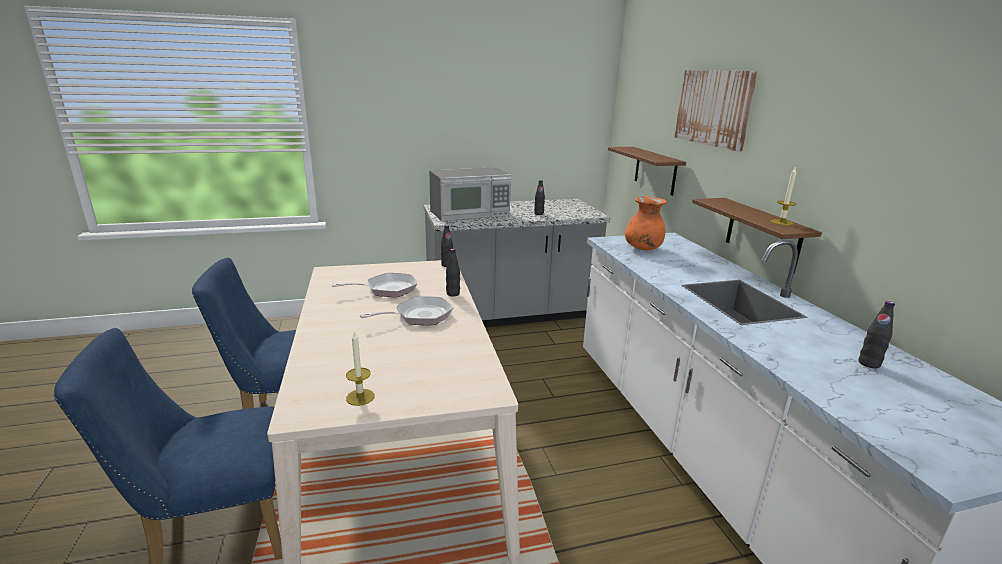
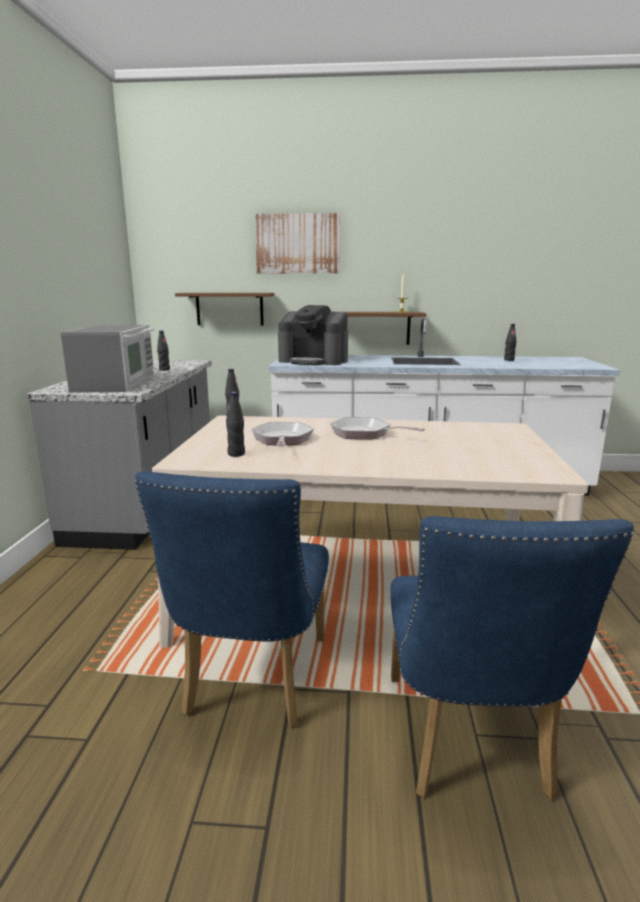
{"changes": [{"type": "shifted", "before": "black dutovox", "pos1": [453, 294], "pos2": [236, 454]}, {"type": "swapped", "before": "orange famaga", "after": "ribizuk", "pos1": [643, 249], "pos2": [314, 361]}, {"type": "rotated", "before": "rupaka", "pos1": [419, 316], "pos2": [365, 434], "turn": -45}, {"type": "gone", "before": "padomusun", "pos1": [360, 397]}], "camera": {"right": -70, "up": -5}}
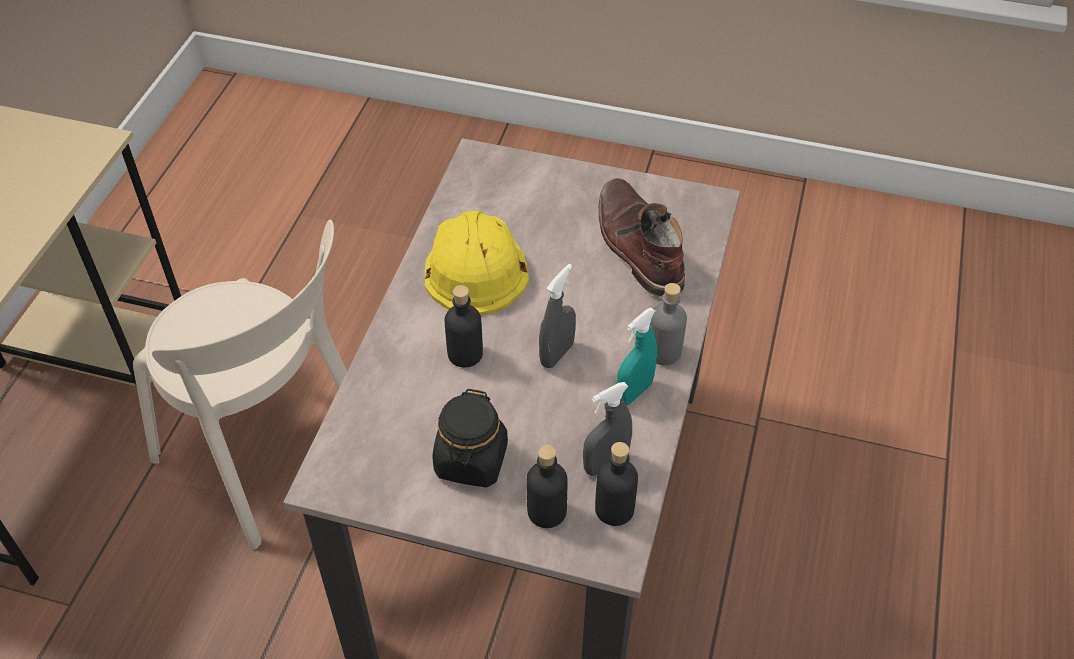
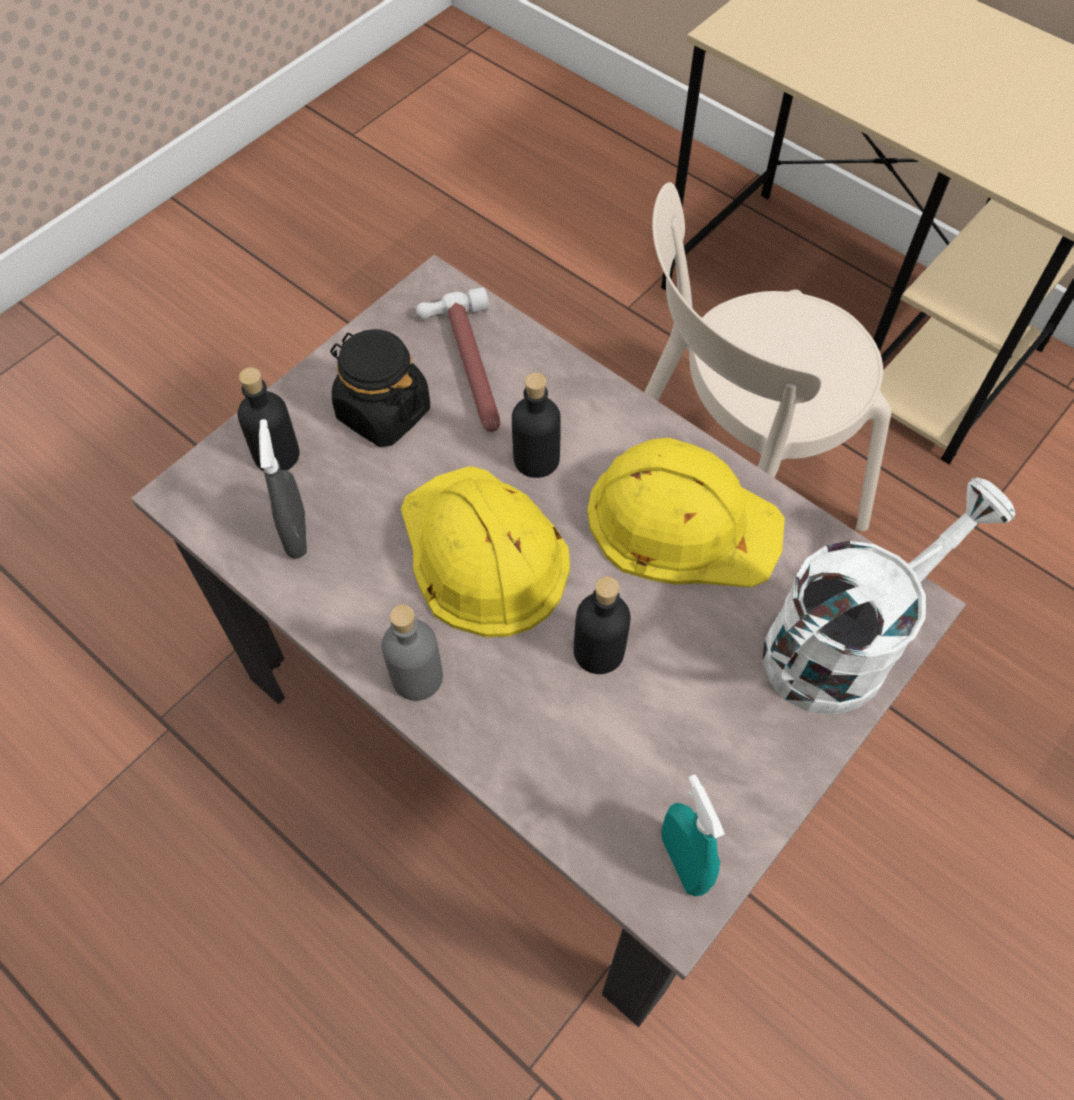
{"changes": [{"type": "swapped", "before": "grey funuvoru", "after": "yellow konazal", "pos1": [557, 354], "pos2": [482, 552]}, {"type": "new", "after": "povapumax", "pos2": [469, 369]}, {"type": "shifted", "before": "black dutovox", "pos1": [614, 509], "pos2": [599, 651]}, {"type": "shifted", "before": "turquoise funuvoru", "pos1": [634, 392], "pos2": [683, 862]}, {"type": "new", "after": "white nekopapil", "pos2": [844, 642]}, {"type": "gone", "before": "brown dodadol", "pos1": [637, 246]}], "camera": {"right": 115, "up": 10}}
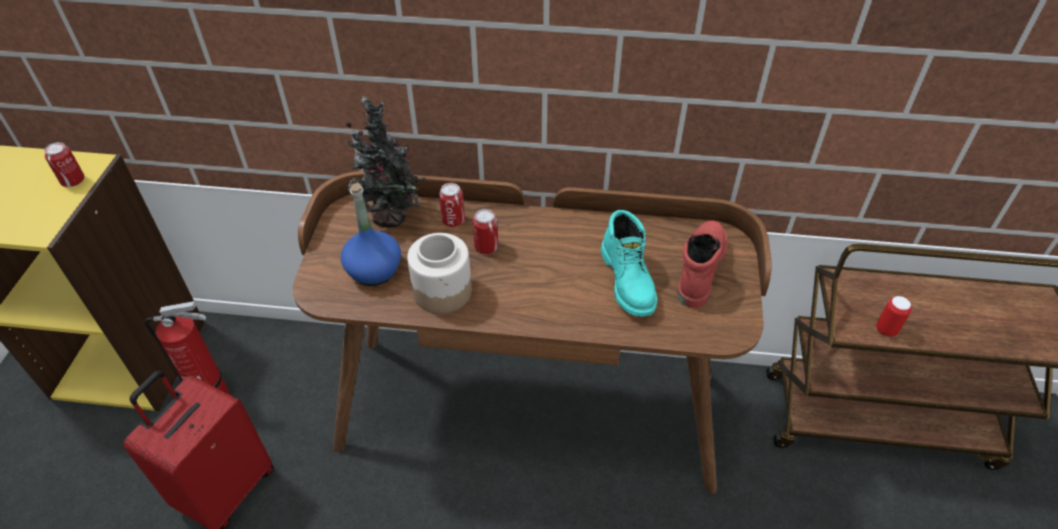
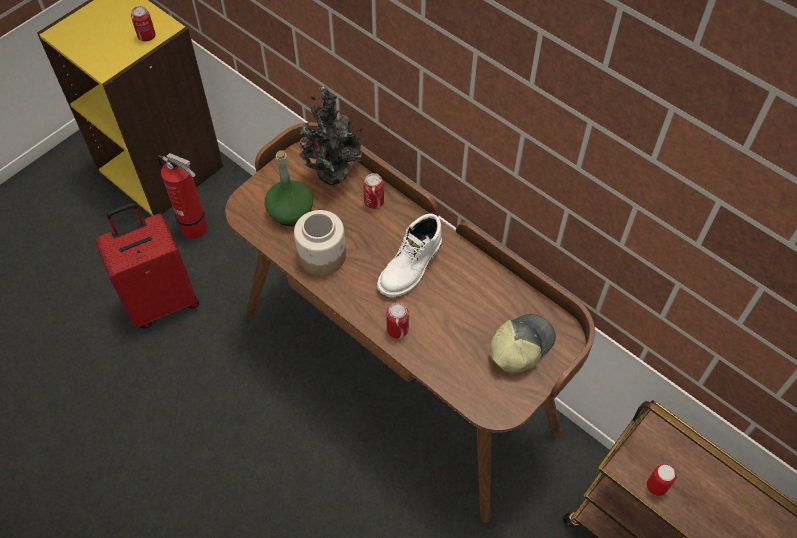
{"changes": [{"type": "repainted", "before": "blue dutovox", "after": "green dutovox", "pos1": [374, 270], "pos2": [290, 212]}, {"type": "new", "after": "white dodadol", "pos2": [411, 268]}, {"type": "shifted", "before": "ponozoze", "pos1": [486, 247], "pos2": [397, 330]}, {"type": "swapped", "before": "red dodadol", "after": "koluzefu", "pos1": [698, 268], "pos2": [519, 346]}, {"type": "gone", "before": "turquoise dodadol", "pos1": [628, 281]}], "camera": {"right": 35, "up": 10}}
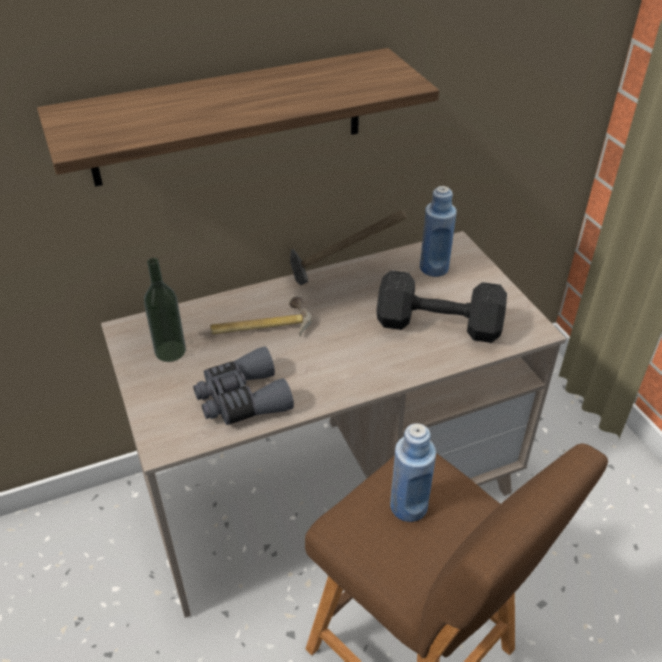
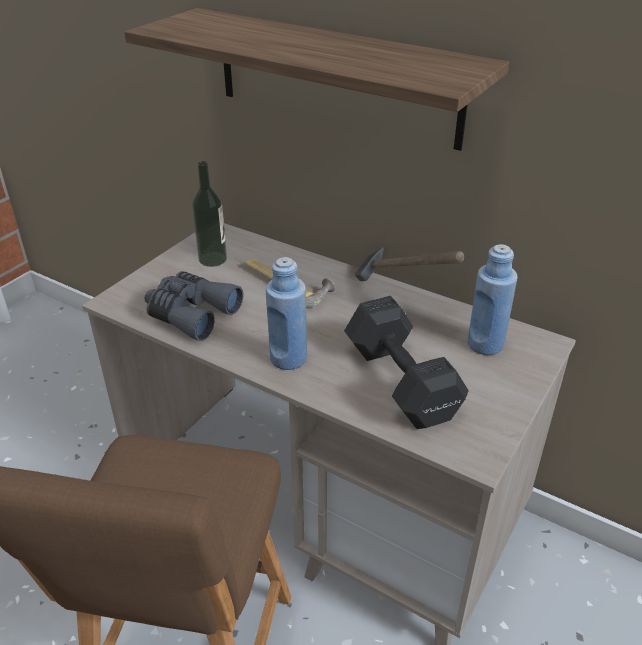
{"changes": [{"type": "shifted", "before": "blue dutovox", "pos1": [408, 506], "pos2": [288, 358]}], "camera": {"right": 55, "up": -5}}
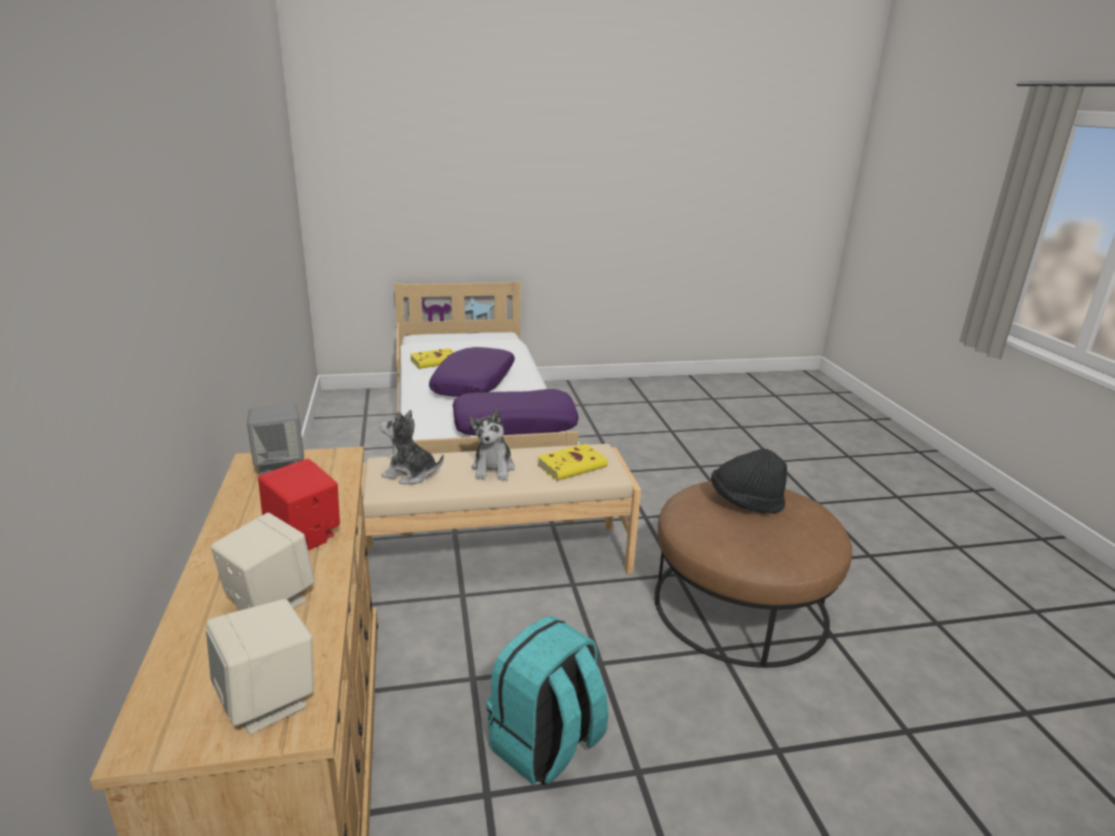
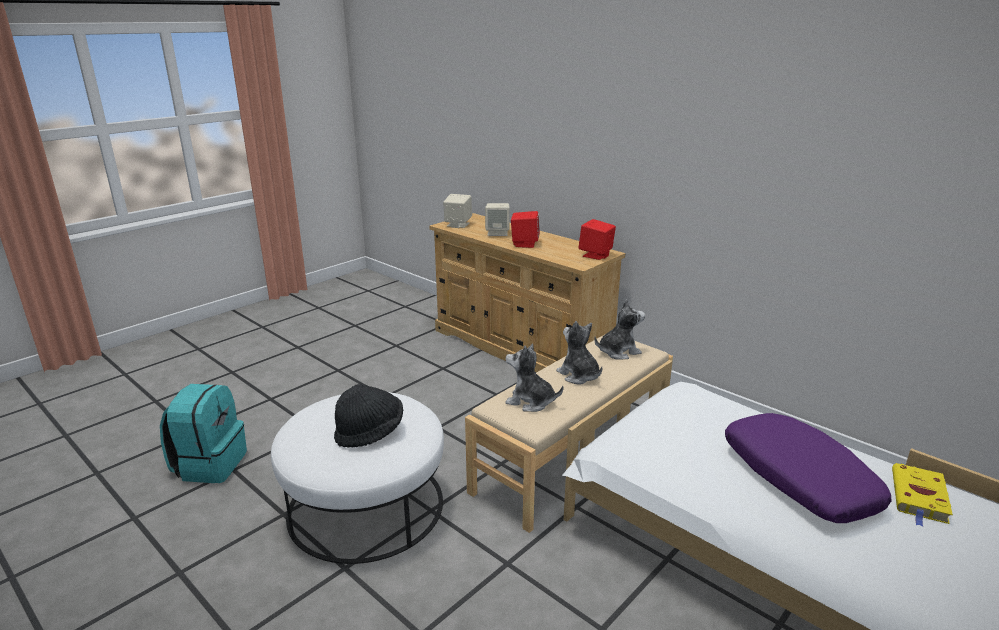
{"changes": [{"type": "shifted", "before": "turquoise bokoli", "pos1": [546, 746], "pos2": [210, 464]}, {"type": "repainted", "before": "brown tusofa", "after": "white tusofa", "pos1": [740, 605], "pos2": [365, 506]}, {"type": "swapped", "before": "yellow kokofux", "after": "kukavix", "pos1": [573, 466], "pos2": [530, 402]}, {"type": "repainted", "before": "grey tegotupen", "after": "red tegotupen", "pos1": [280, 464], "pos2": [596, 255]}, {"type": "gone", "before": "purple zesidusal", "pos1": [515, 425]}], "camera": {"right": 145, "up": 0}}
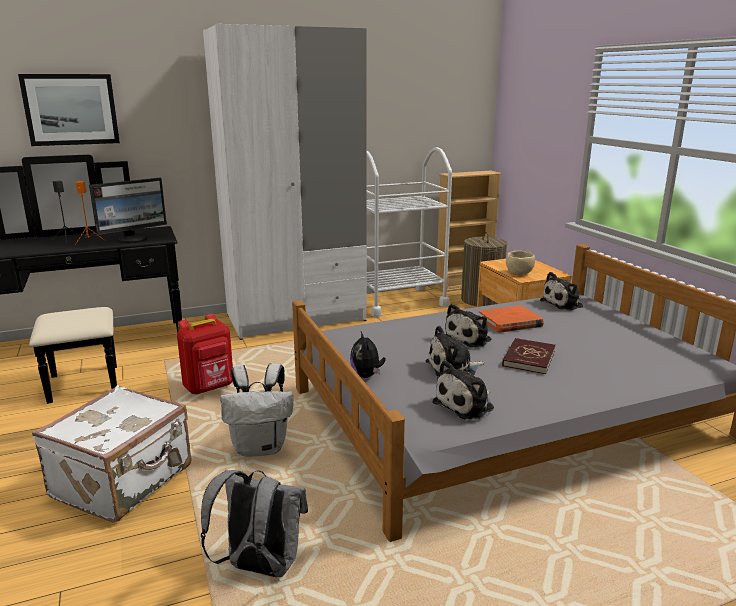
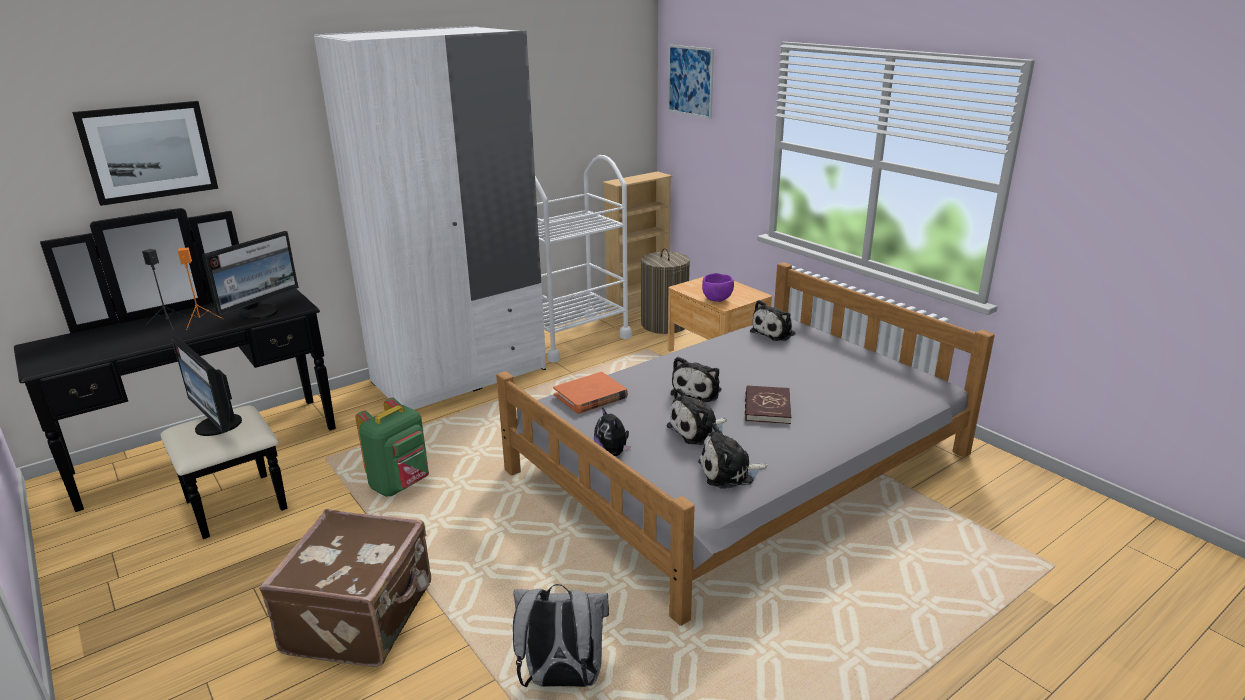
{"changes": [{"type": "new", "after": "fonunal", "pos2": [217, 426]}, {"type": "repainted", "before": "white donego", "after": "brown donego", "pos1": [124, 481], "pos2": [362, 618]}, {"type": "repainted", "before": "red bokoli", "after": "green bokoli", "pos1": [209, 388], "pos2": [401, 485]}, {"type": "shifted", "before": "orange kokofux", "pos1": [510, 322], "pos2": [590, 396]}, {"type": "new", "after": "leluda", "pos2": [690, 81]}, {"type": "rotated", "before": "kukavix", "pos1": [466, 405], "pos2": [729, 472], "turn": 45}, {"type": "repainted", "before": "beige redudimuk", "after": "purple redudimuk", "pos1": [519, 273], "pos2": [717, 299]}, {"type": "gone", "before": "white bokoli", "pos1": [261, 447]}], "camera": {"right": -15, "up": 5}}
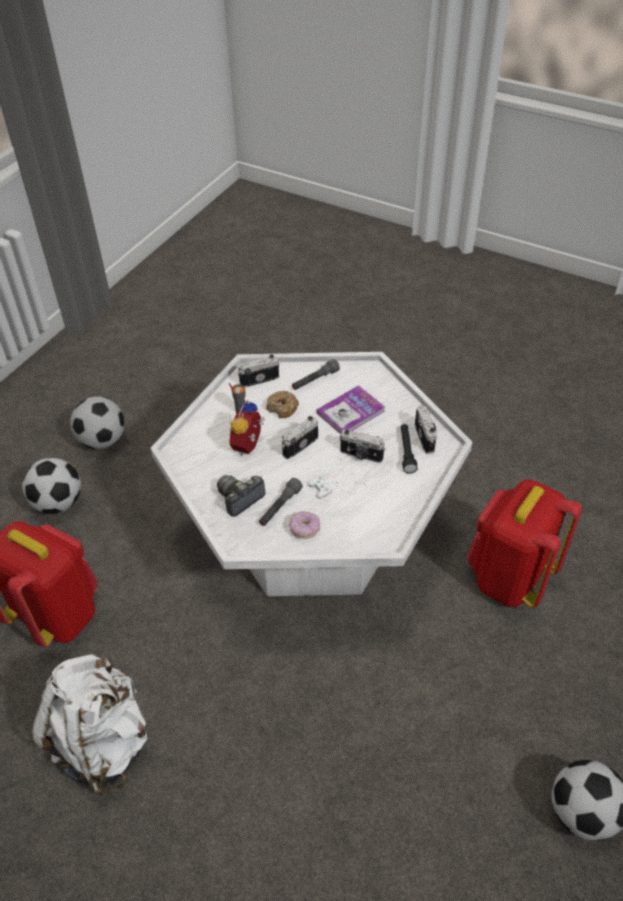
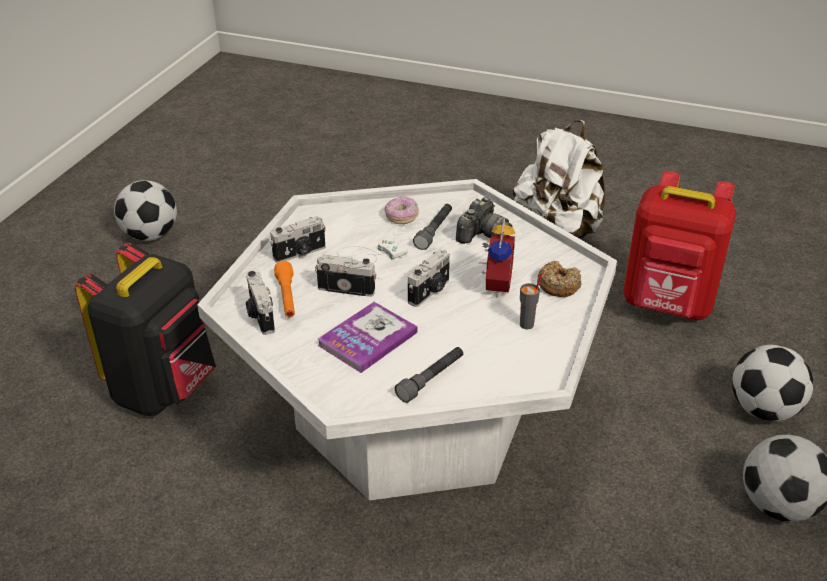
{"changes": [{"type": "repainted", "before": "red bokoli", "after": "black bokoli", "pos1": [509, 578], "pos2": [164, 389]}, {"type": "shifted", "before": "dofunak", "pos1": [259, 379], "pos2": [300, 253]}, {"type": "repainted", "before": "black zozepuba", "after": "orange zozepuba", "pos1": [406, 452], "pos2": [287, 297]}, {"type": "shifted", "before": "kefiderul", "pos1": [282, 408], "pos2": [558, 285]}], "camera": {"right": 170, "up": -10}}
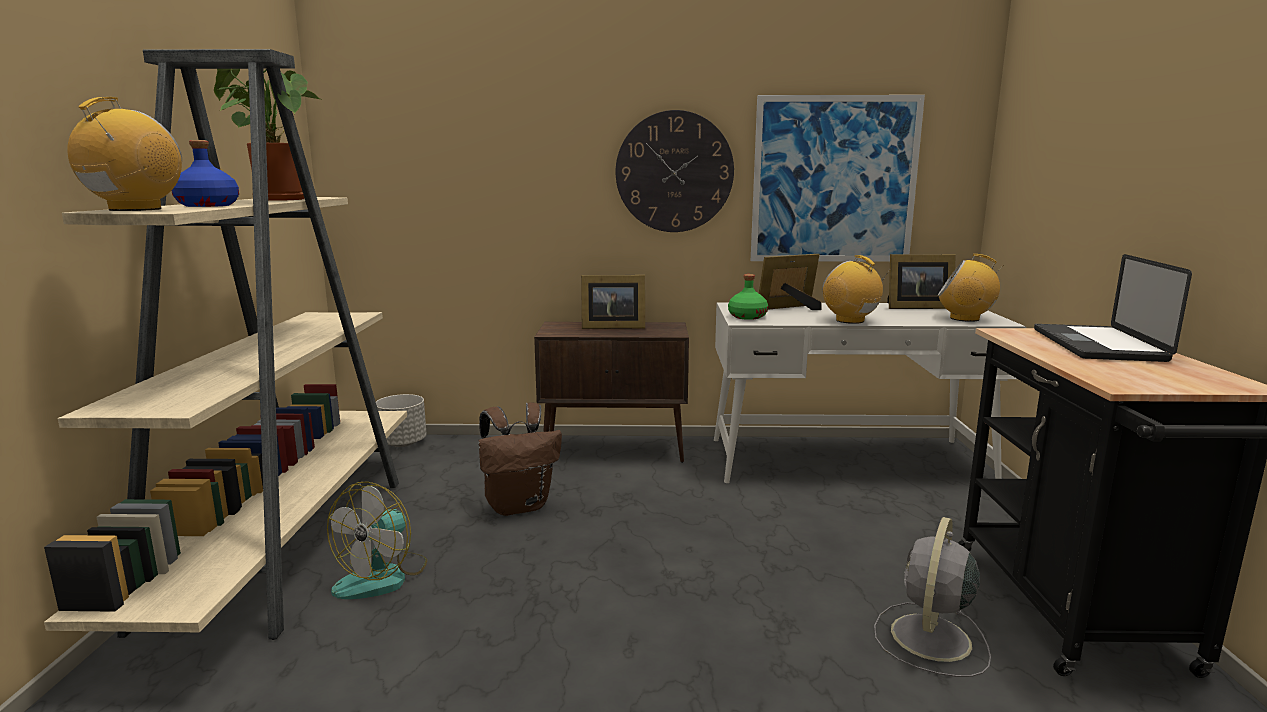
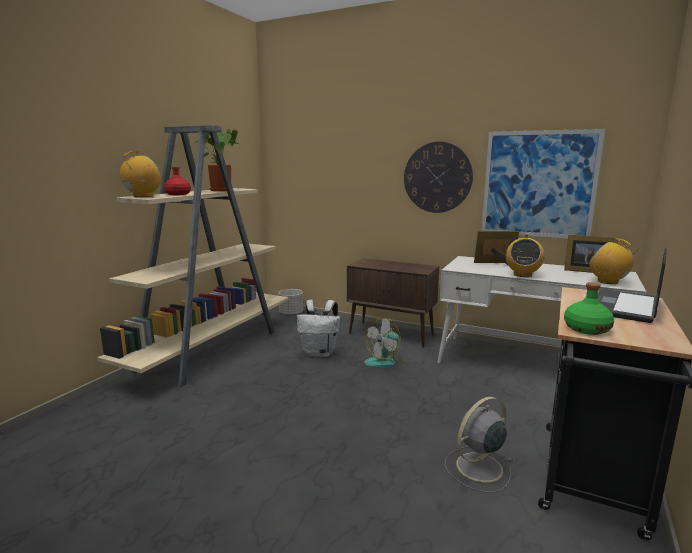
{"changes": [{"type": "repainted", "before": "blue dutovox", "after": "red dutovox", "pos1": [207, 205], "pos2": [177, 194]}, {"type": "repainted", "before": "brown bokoli", "after": "white bokoli", "pos1": [519, 505], "pos2": [320, 353]}, {"type": "shifted", "before": "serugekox", "pos1": [382, 576], "pos2": [385, 361]}, {"type": "rotated", "before": "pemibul", "pos1": [850, 320], "pos2": [522, 275], "turn": -150}, {"type": "shifted", "before": "green dutovox", "pos1": [747, 316], "pos2": [586, 329]}, {"type": "gone", "before": "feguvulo", "pos1": [611, 327]}], "camera": {"right": 25, "up": 0}}
